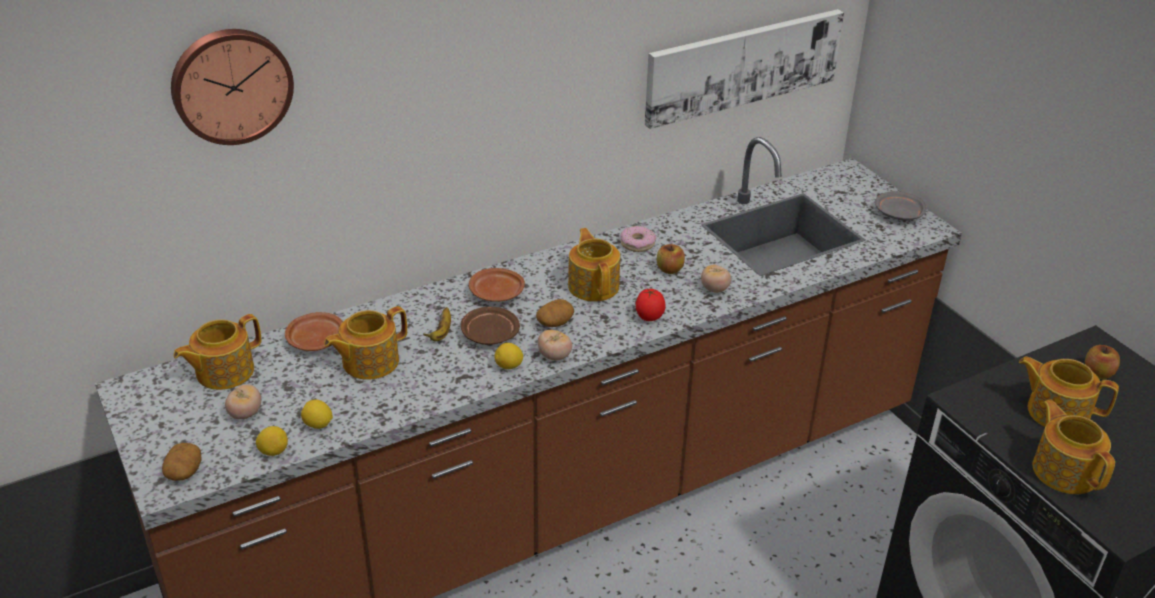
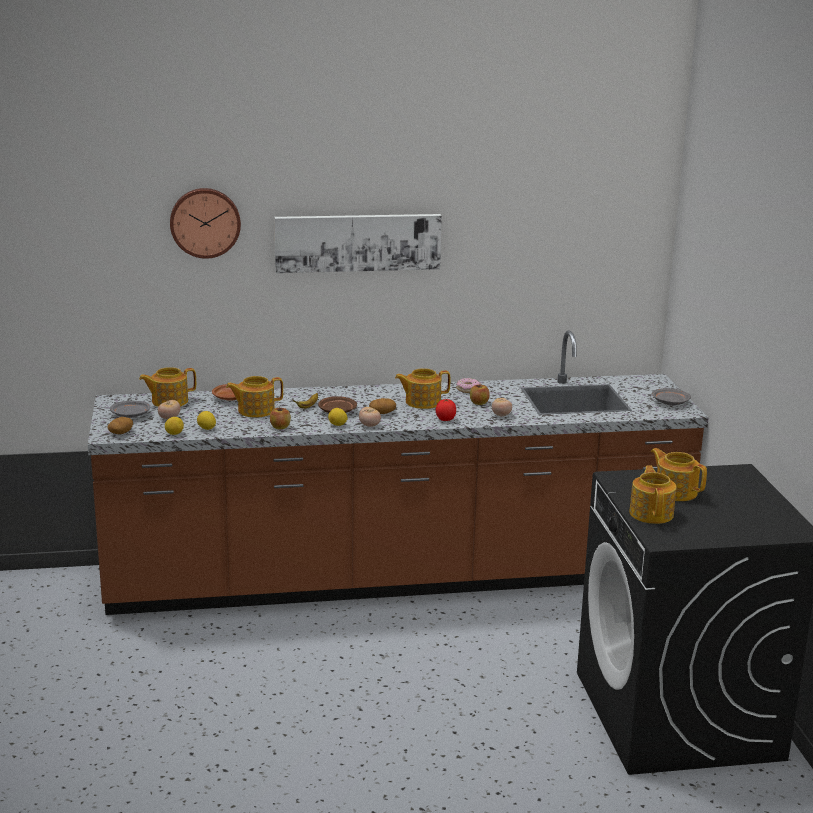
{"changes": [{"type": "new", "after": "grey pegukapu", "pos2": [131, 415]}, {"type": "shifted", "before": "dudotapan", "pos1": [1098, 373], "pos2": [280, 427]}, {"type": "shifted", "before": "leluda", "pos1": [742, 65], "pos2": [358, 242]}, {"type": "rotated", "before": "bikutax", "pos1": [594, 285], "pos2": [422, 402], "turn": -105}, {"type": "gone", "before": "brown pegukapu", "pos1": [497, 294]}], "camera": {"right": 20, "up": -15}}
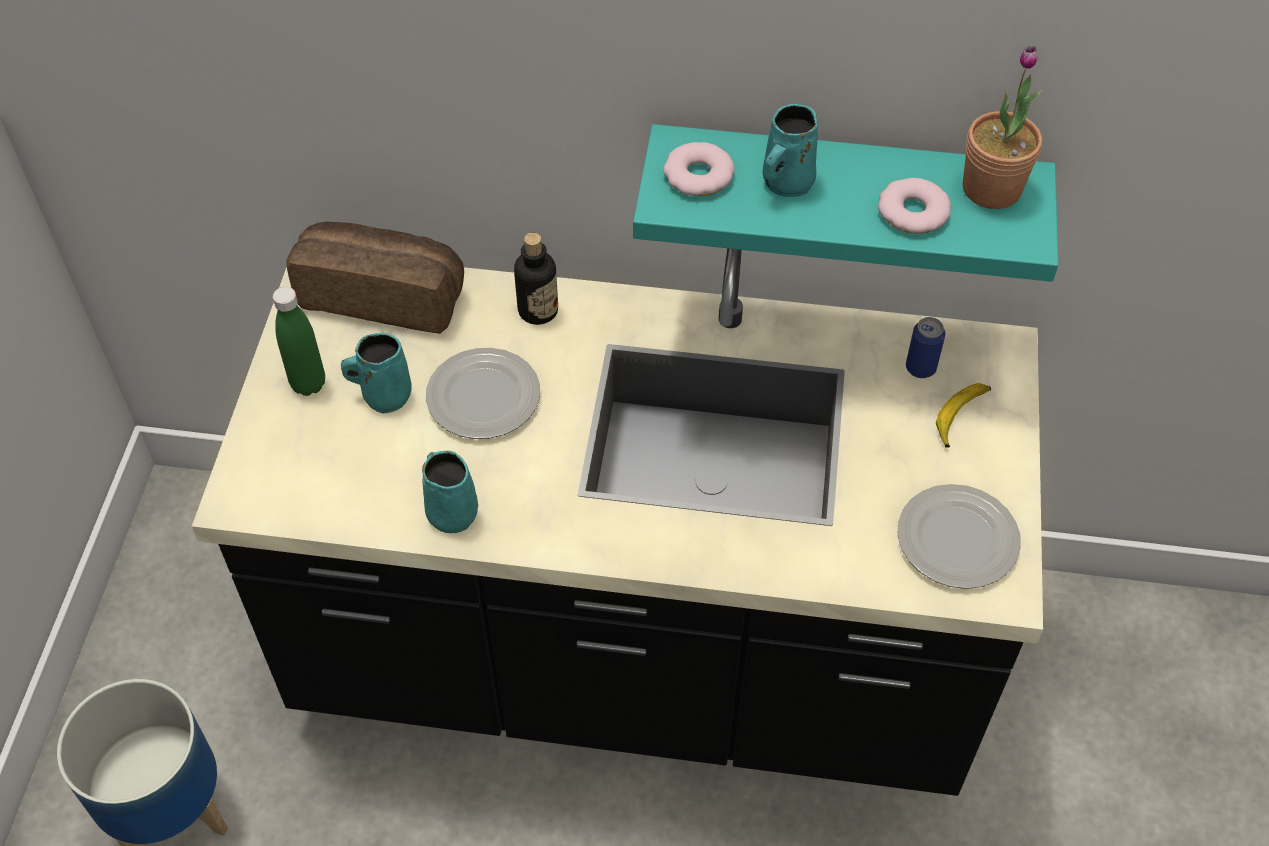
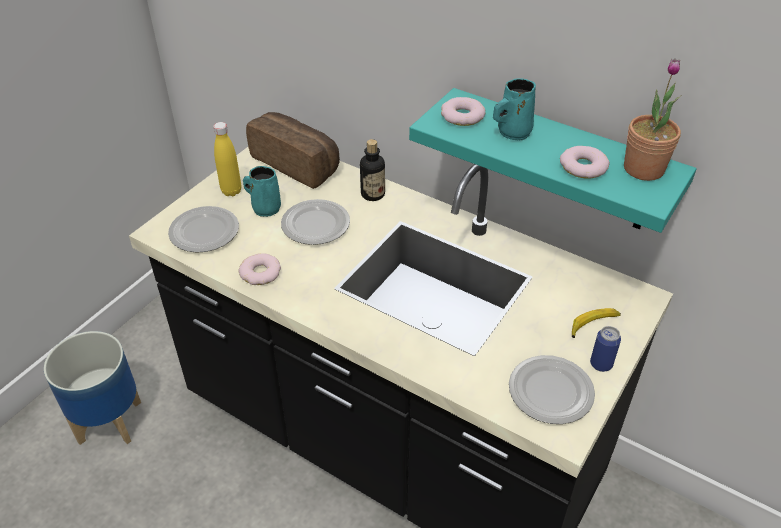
{"changes": [{"type": "new", "after": "pegukapu", "pos2": [205, 232]}, {"type": "repainted", "before": "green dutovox", "after": "yellow dutovox", "pos1": [308, 384], "pos2": [231, 191]}, {"type": "swapped", "before": "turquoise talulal", "after": "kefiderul", "pos1": [451, 512], "pos2": [260, 273]}, {"type": "shifted", "before": "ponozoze", "pos1": [920, 368], "pos2": [601, 364]}], "camera": {"right": 25, "up": -10}}
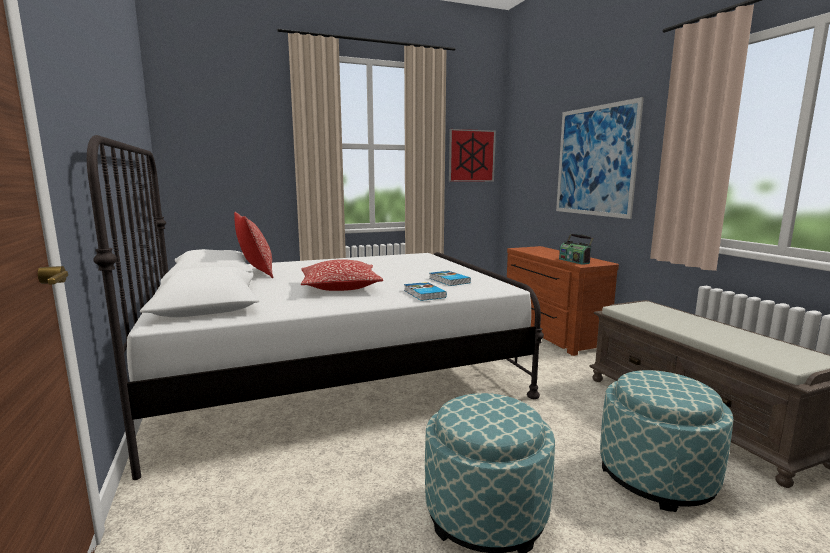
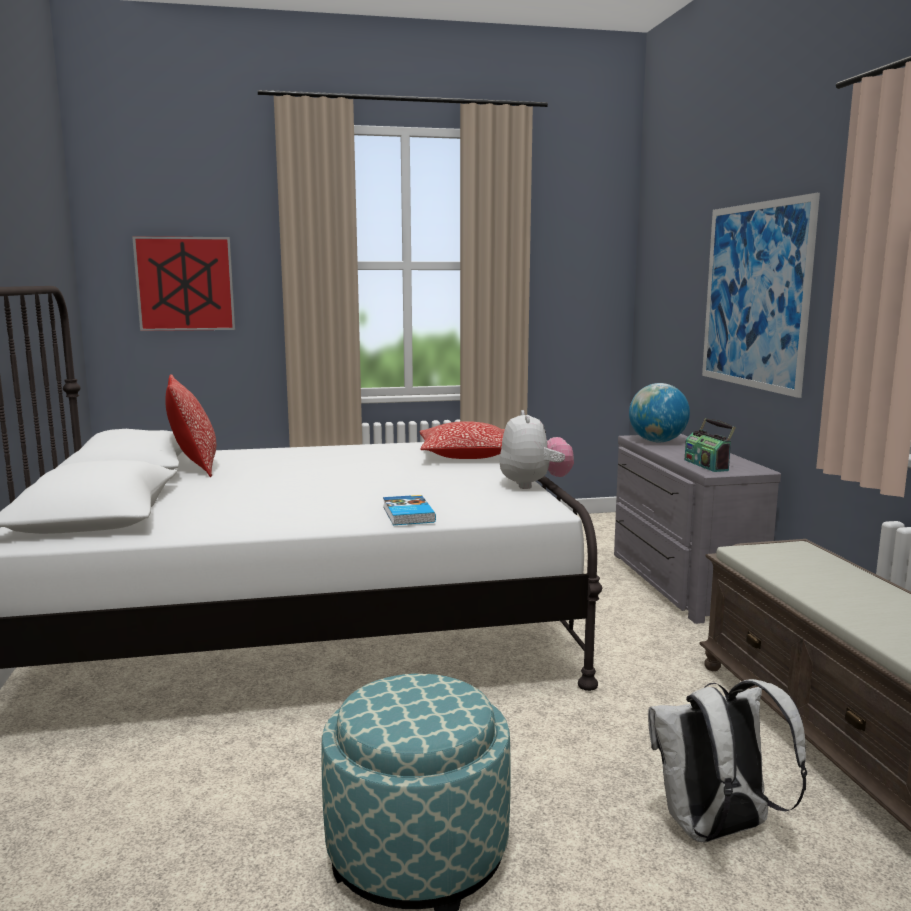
{"changes": [{"type": "shifted", "before": "leluda", "pos1": [471, 155], "pos2": [185, 284]}, {"type": "shifted", "before": "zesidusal", "pos1": [340, 287], "pos2": [466, 455]}, {"type": "new", "after": "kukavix", "pos2": [534, 485]}, {"type": "repainted", "before": "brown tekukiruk", "after": "grey tekukiruk", "pos1": [550, 333], "pos2": [678, 583]}, {"type": "new", "after": "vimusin", "pos2": [657, 442]}, {"type": "swapped", "before": "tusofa", "after": "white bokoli", "pos1": [656, 476], "pos2": [715, 830]}, {"type": "gone", "before": "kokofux", "pos1": [448, 280]}], "camera": {"right": 10, "up": 0}}
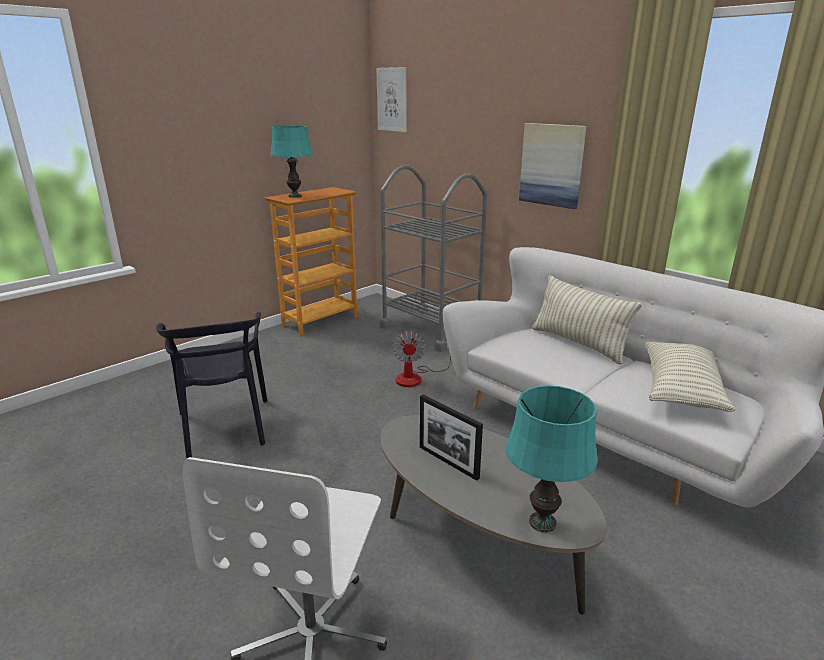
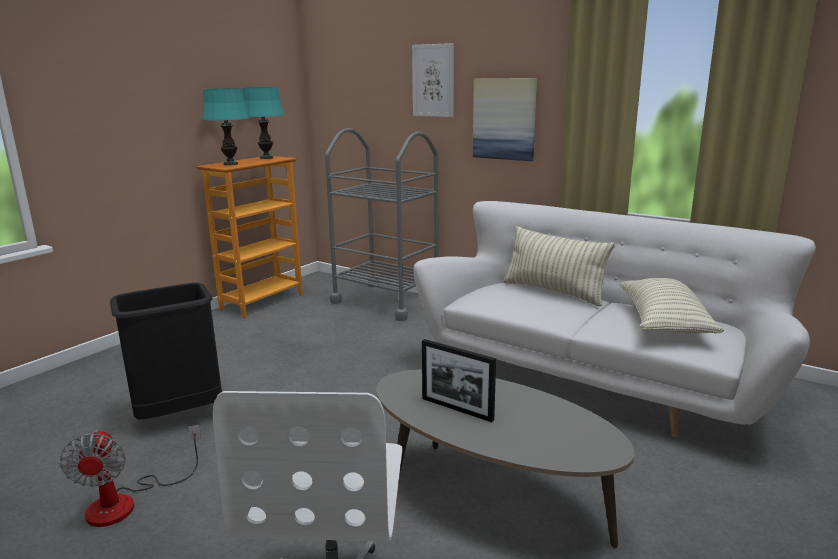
{"changes": [{"type": "shifted", "before": "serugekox", "pos1": [416, 377], "pos2": [127, 502]}, {"type": "swapped", "before": "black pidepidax", "after": "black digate", "pos1": [225, 427], "pos2": [179, 416]}, {"type": "shifted", "before": "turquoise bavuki", "pos1": [542, 523], "pos2": [266, 158]}, {"type": "shifted", "before": "leluda", "pos1": [392, 99], "pos2": [433, 80]}], "camera": {"right": -10, "up": -5}}
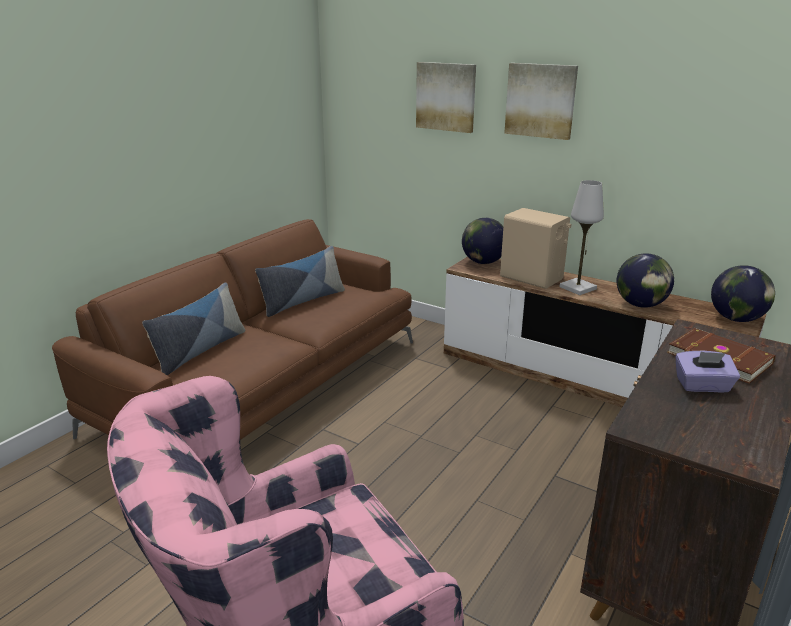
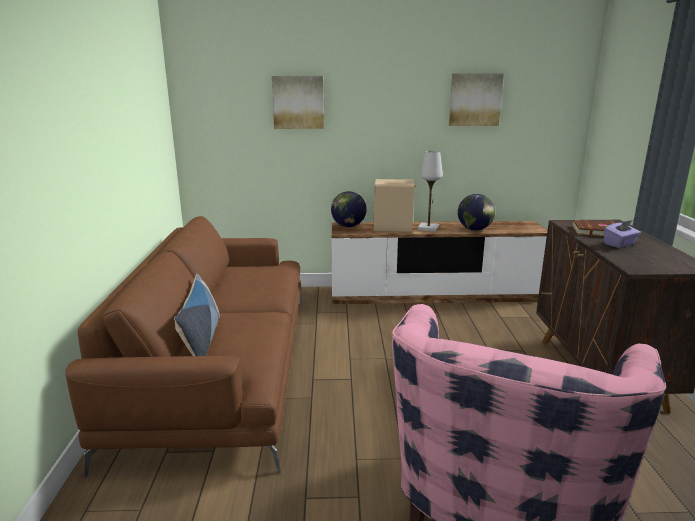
{"changes": [{"type": "shifted", "before": "leluda", "pos1": [540, 100], "pos2": [475, 99]}, {"type": "gone", "before": "zesidusal", "pos1": [302, 301]}, {"type": "gone", "before": "vimusin", "pos1": [736, 319]}], "camera": {"right": -35, "up": -5}}
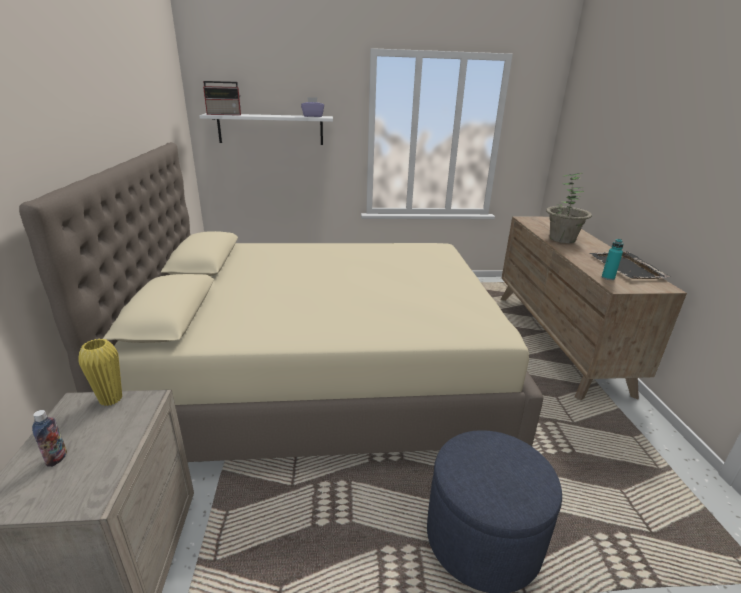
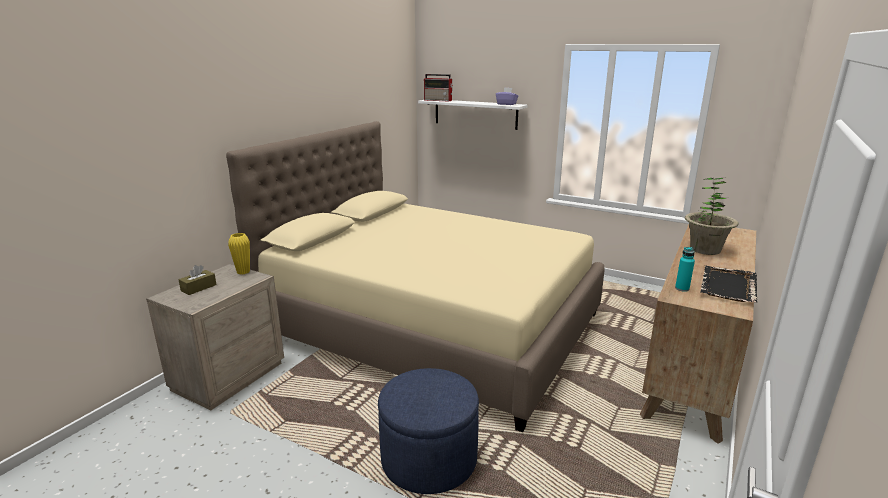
{"changes": [{"type": "swapped", "before": "dutovox", "after": "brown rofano", "pos1": [57, 458], "pos2": [198, 288]}], "camera": {"right": 35, "up": -5}}
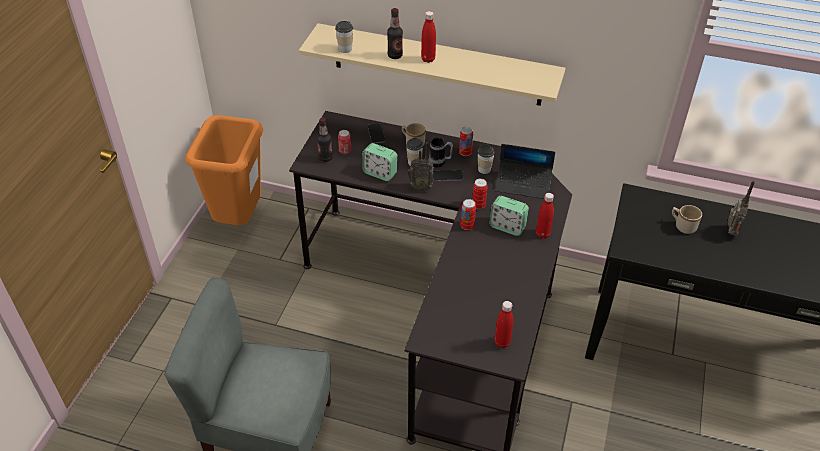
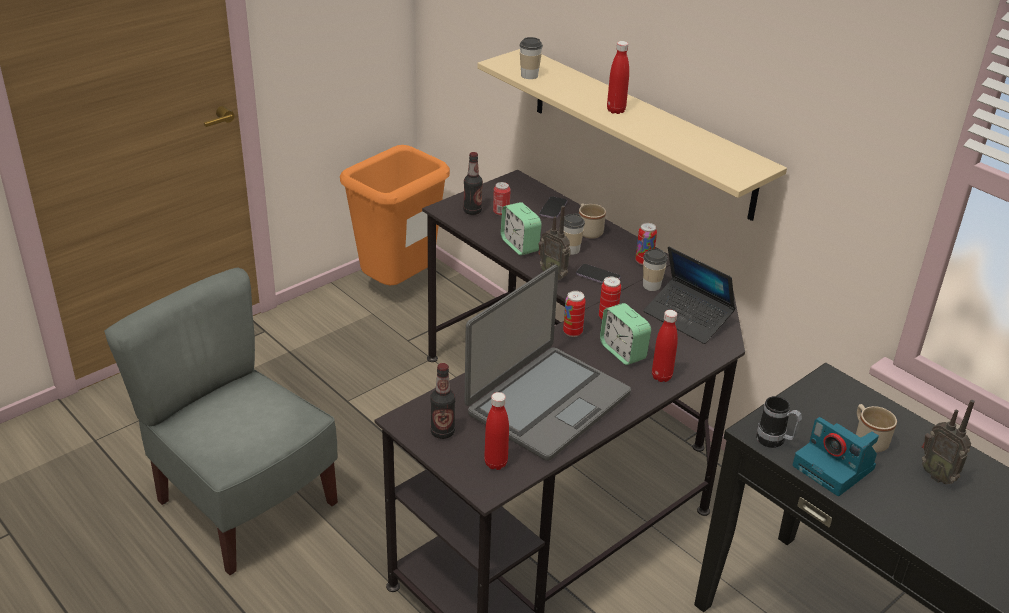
{"changes": [{"type": "shifted", "before": "dutovox", "pos1": [395, 55], "pos2": [442, 432]}, {"type": "new", "after": "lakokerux", "pos2": [546, 403]}, {"type": "shifted", "before": "talulal", "pos1": [440, 163], "pos2": [775, 442]}, {"type": "new", "after": "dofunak", "pos2": [835, 468]}, {"type": "rotated", "before": "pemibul", "pos1": [730, 232], "pos2": [937, 475], "turn": 90}], "camera": {"right": 30, "up": -10}}
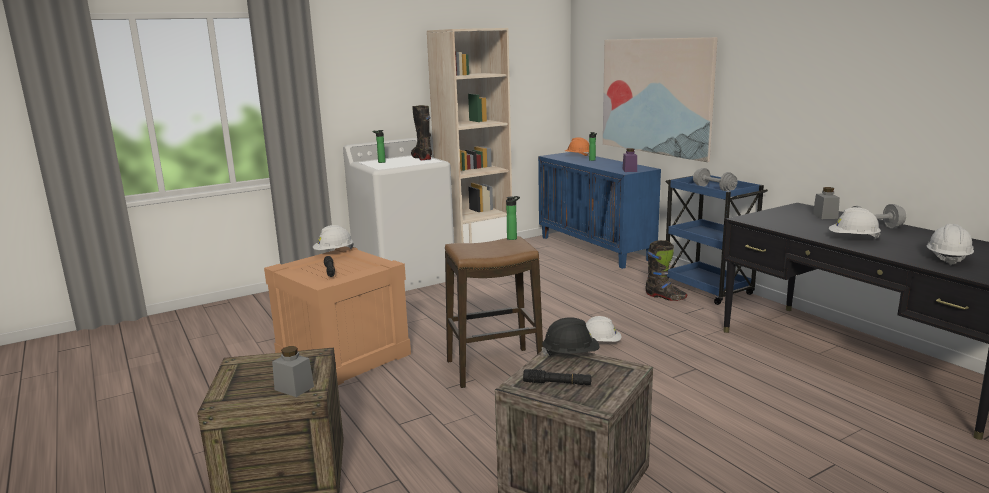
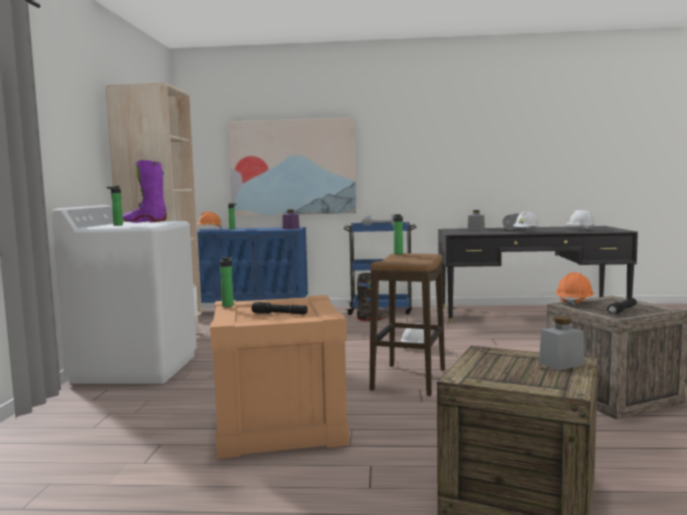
{"changes": [{"type": "repainted", "before": "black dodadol", "after": "purple dodadol", "pos1": [421, 158], "pos2": [145, 222]}, {"type": "swapped", "before": "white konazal", "after": "dutovox", "pos1": [334, 252], "pos2": [228, 305]}, {"type": "repainted", "before": "black konazal", "after": "orange konazal", "pos1": [570, 355], "pos2": [574, 303]}], "camera": {"right": -55, "up": -10}}
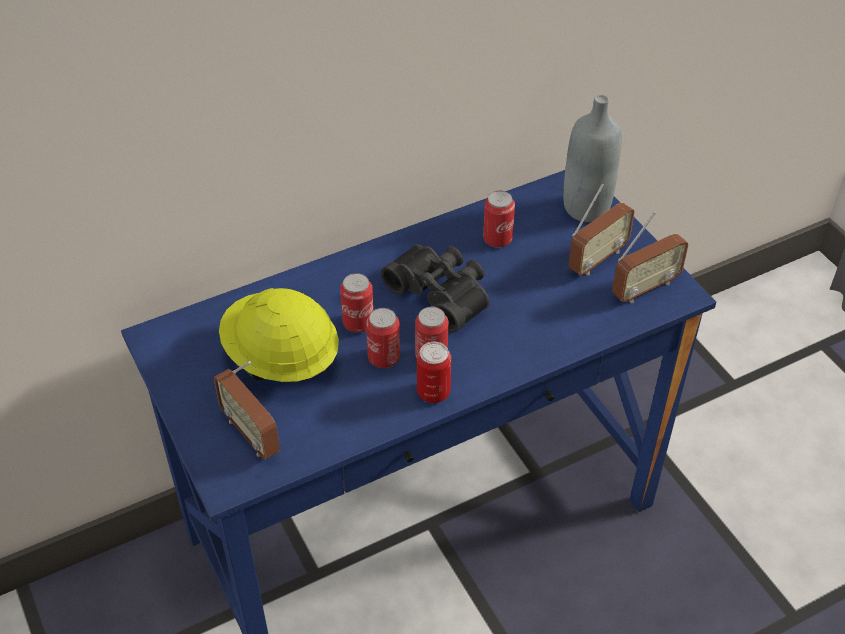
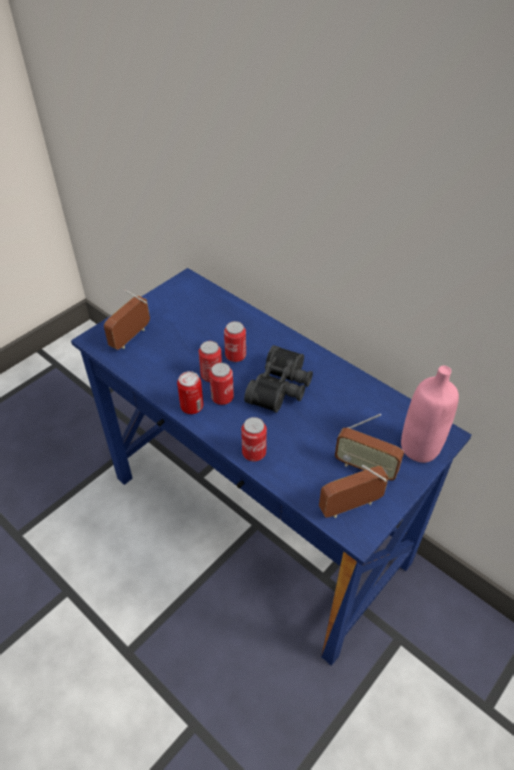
{"changes": [{"type": "shifted", "before": "ponozoze", "pos1": [497, 239], "pos2": [254, 453]}, {"type": "rotated", "before": "pemibul", "pos1": [645, 288], "pos2": [350, 506], "turn": 120}, {"type": "repainted", "before": "grey dutovox", "after": "pink dutovox", "pos1": [586, 207], "pos2": [419, 448]}, {"type": "gone", "before": "yellow konazal", "pos1": [281, 358]}], "camera": {"right": 70, "up": 0}}
